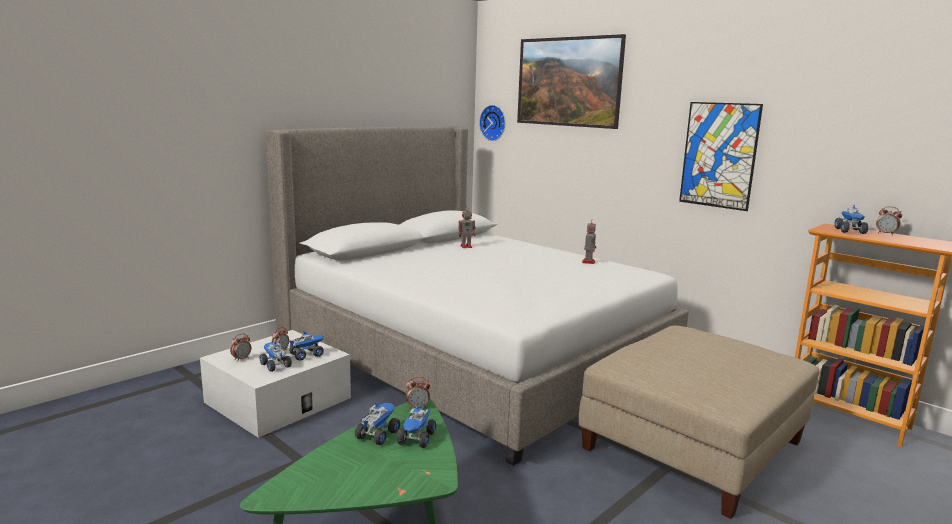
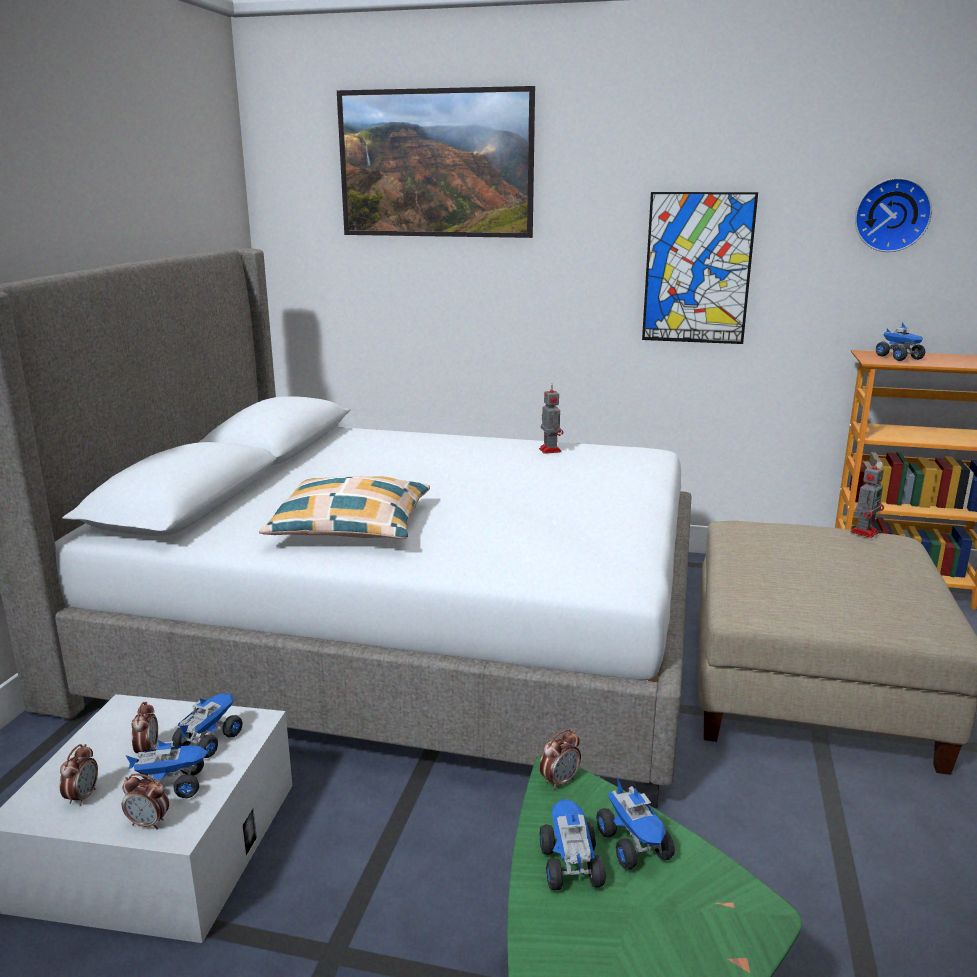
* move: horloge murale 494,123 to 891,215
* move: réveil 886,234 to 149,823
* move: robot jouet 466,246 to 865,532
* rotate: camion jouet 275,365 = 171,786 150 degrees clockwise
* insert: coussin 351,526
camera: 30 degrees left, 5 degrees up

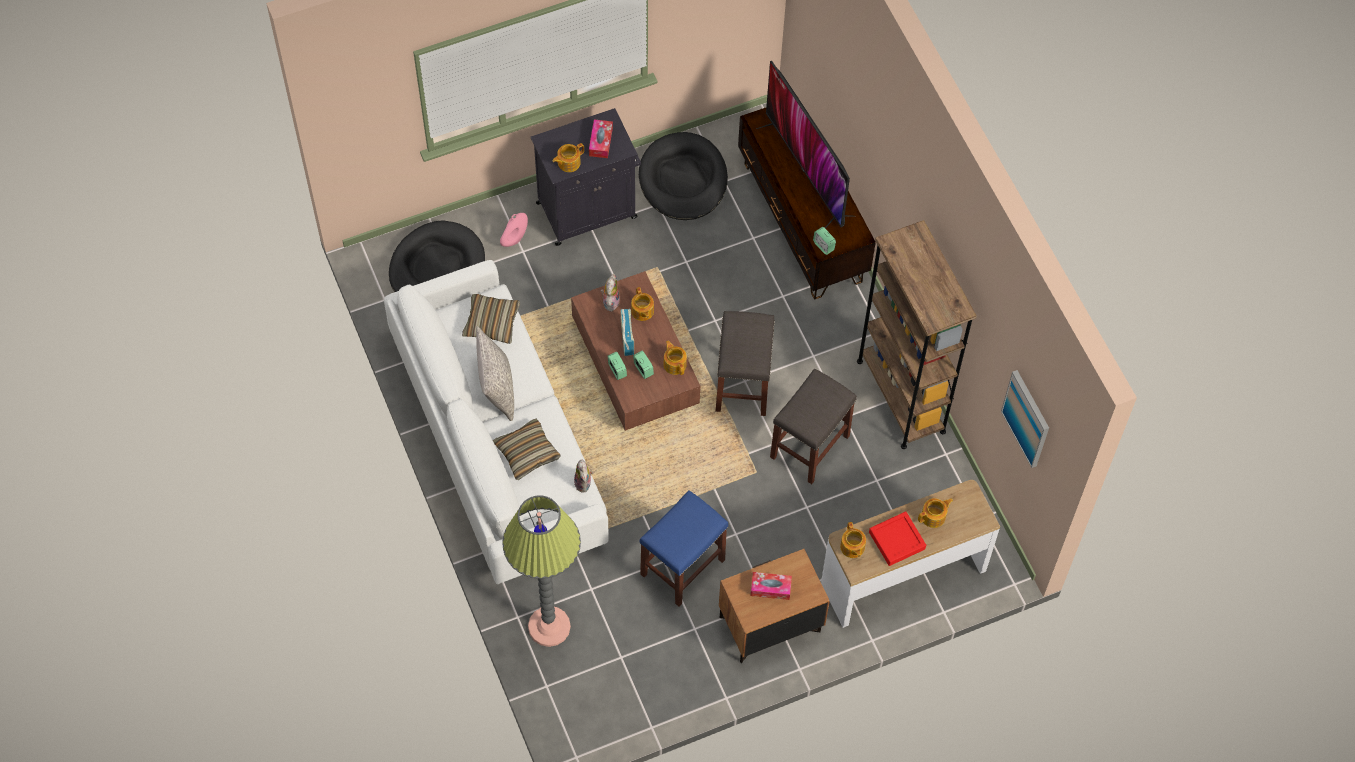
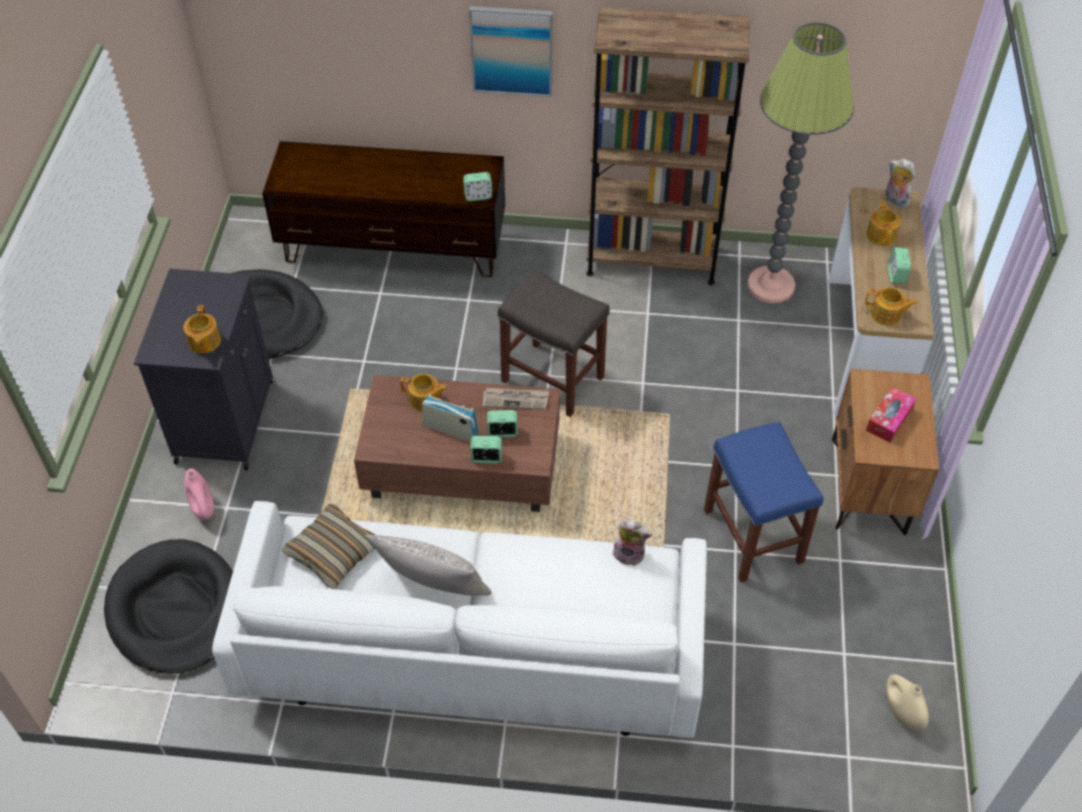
* delete: téléviseur 806,171
* delete: boîte à mouchoirs 600,142
* move: peluche 610,301 to 894,200
* replace: théière 675,364 to journal 515,399
* delete: tabouret [gris] 809,447
* move: tableau 1027,418 to 512,50
* delete: coussin 527,453
* move: lampadaire 549,627 to 771,285
* replace: plateau [rouge] 897,540 to réveil 896,275
* insert: vase [beige] 901,713
camera: 60 degrees left, 10 degrees down

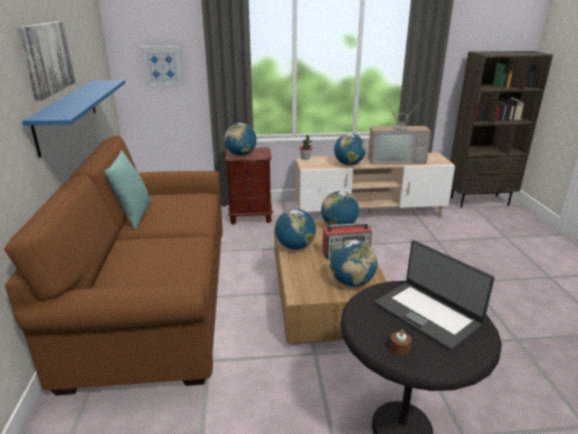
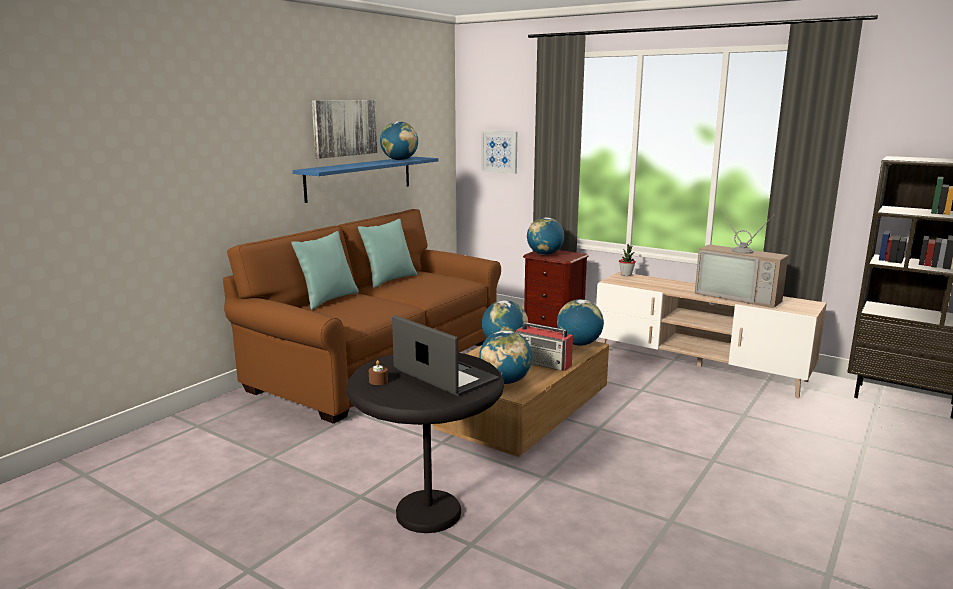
* move: globe 348,164 to 399,160
* rotate: ordinateur portable 427,313 = 444,375 135 degrees clockwise
* insert: coussin [turquoise] 328,300
camera: 40 degrees right, 10 degrees down

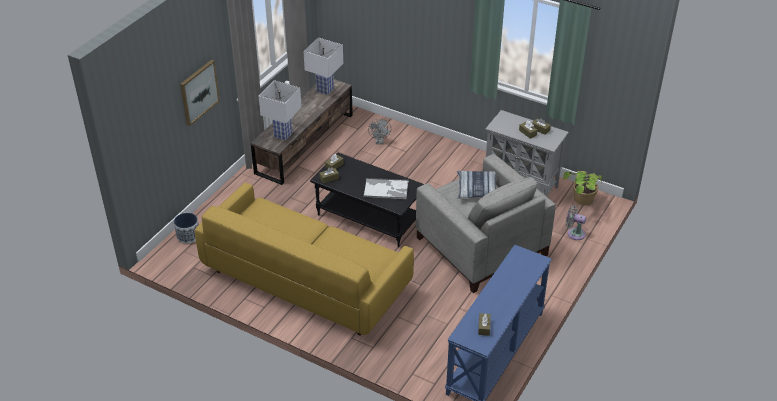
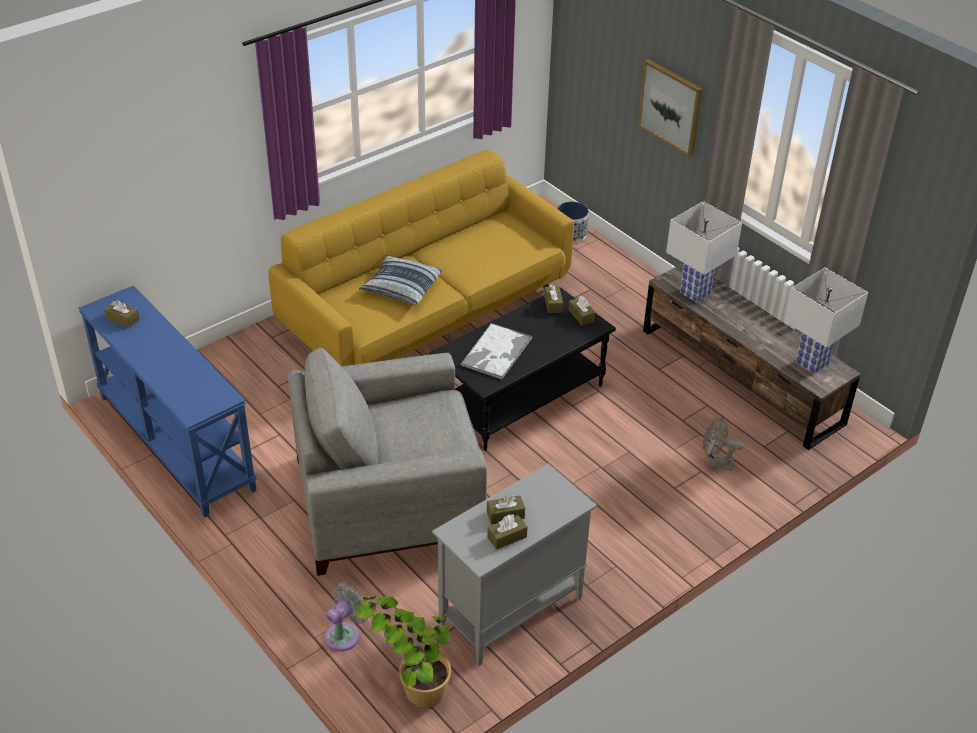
* move: coussin 477,189 to 401,287
camera: 110 degrees right, 0 degrees up

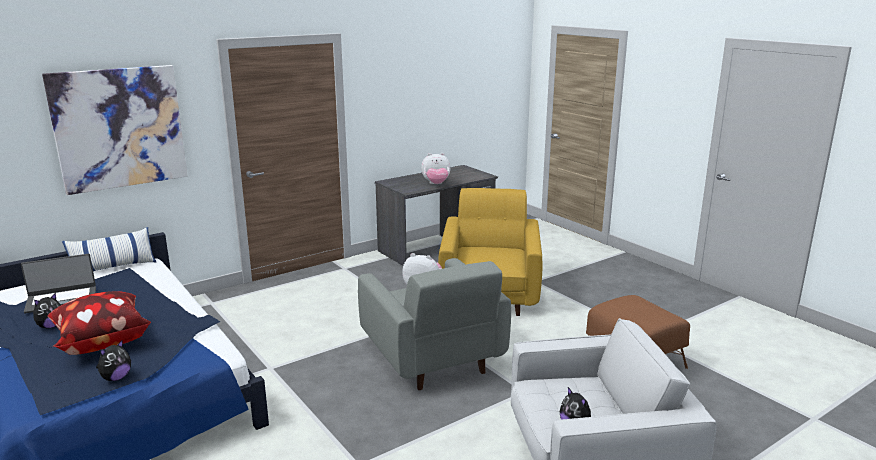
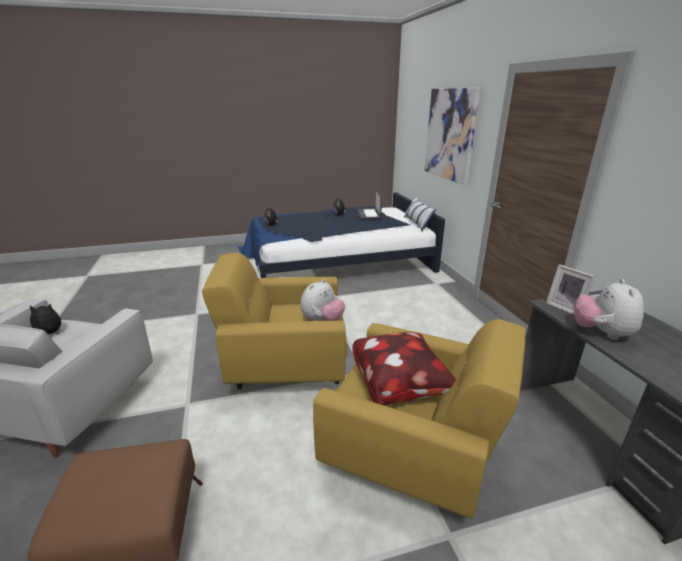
* recolor: fauteuil [gris] 432,358 to fauteuil [jaune] 285,364
* move: coussin 101,341 to 400,386
* insert: cadre photo 565,307
camera: 110 degrees right, 5 degrees up

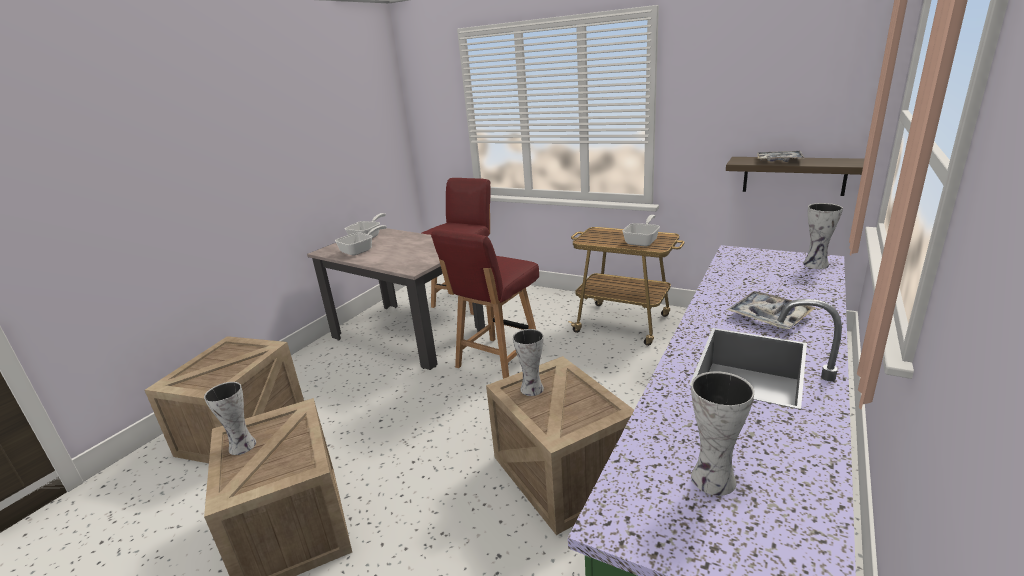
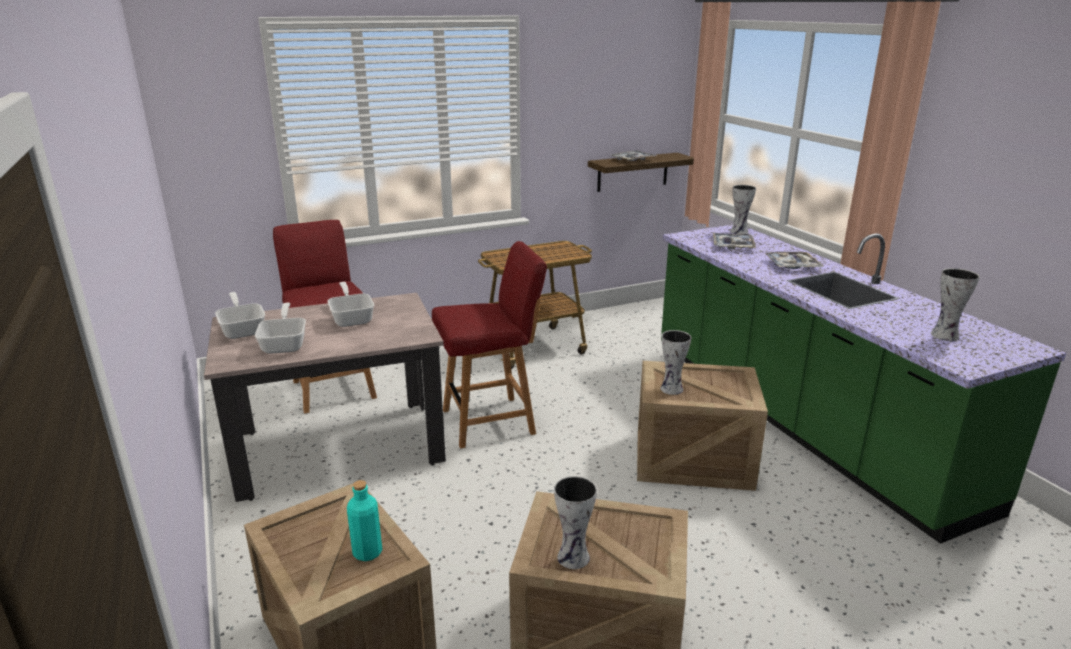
* move: poêle 643,241 to 352,318
* rotate: chaise [rouge] 497,360 = 491,421 90 degrees counterclockwise
* insert: plateau 733,246
* insert: bouteille [turquoise] 367,552
camera: 55 degrees left, 0 degrees up

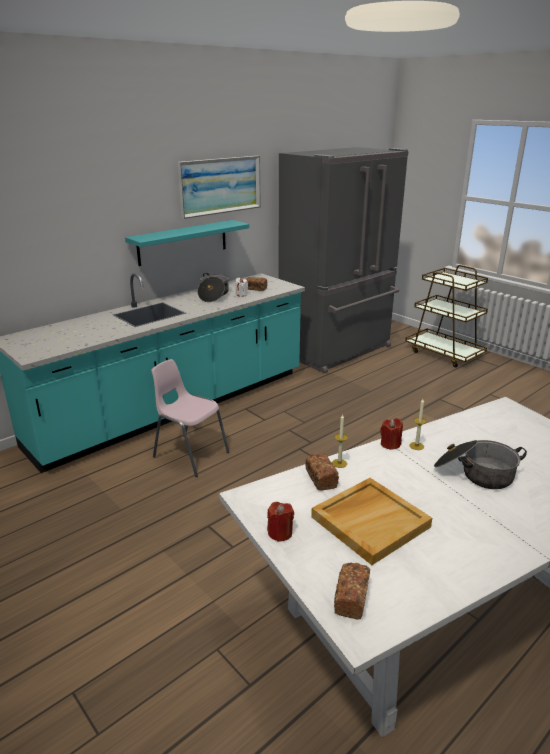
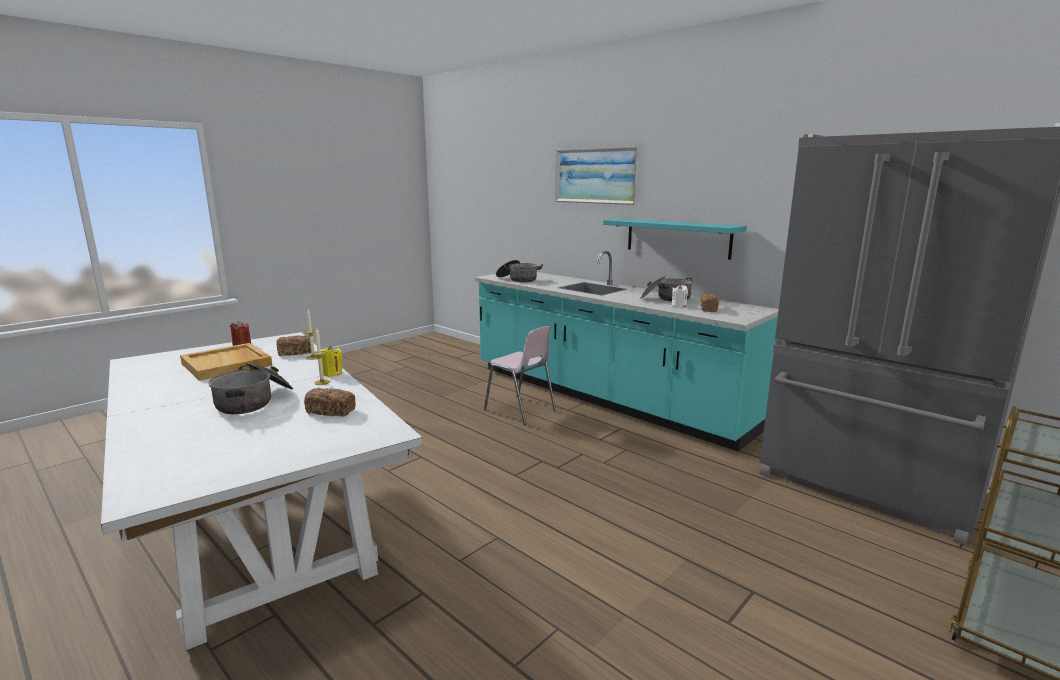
* move: tableau 220,185 to 595,176
* rotate: chaise [rose] 190,454 = 520,411 105 degrees clockwise
* recolor: bougie [rouge] 390,444 to bougie [jaune] 332,373
* move: pain 351,598 to 331,411
* insert: marmite 517,279
camera: 85 degrees right, 10 degrees down

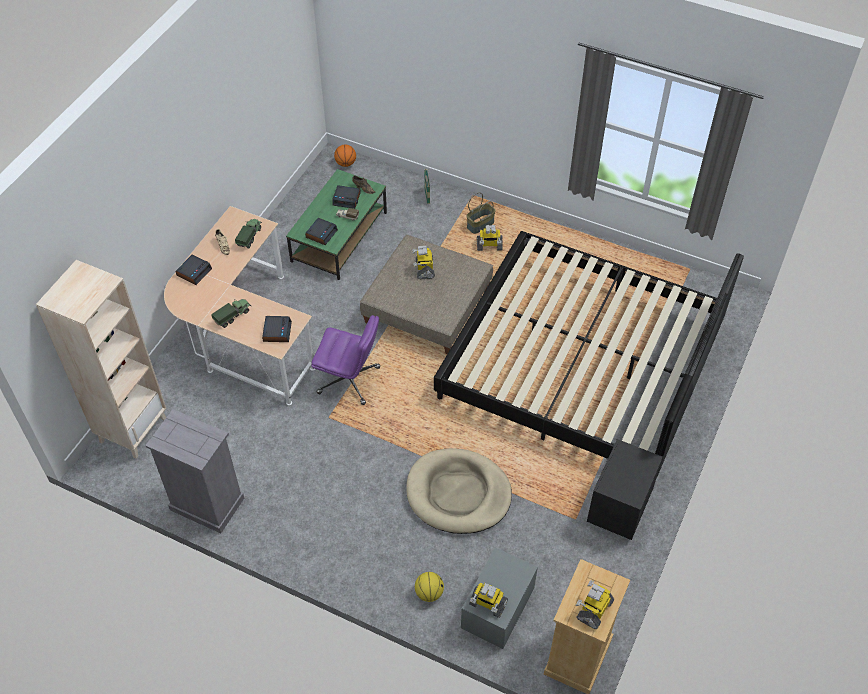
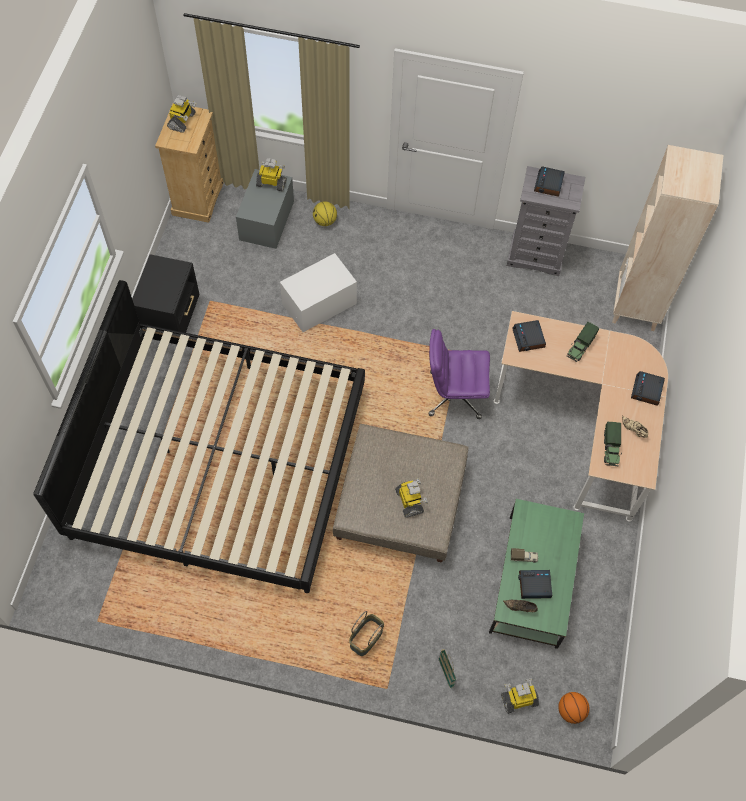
* move: réveil 321,233 to 549,184
* move: robot jouet 489,246 to 519,699
* replace: panier pour chien [beige] 458,493 to boîte de rangement [blanc] 319,304
camera: 165 degrees right, 10 degrees up

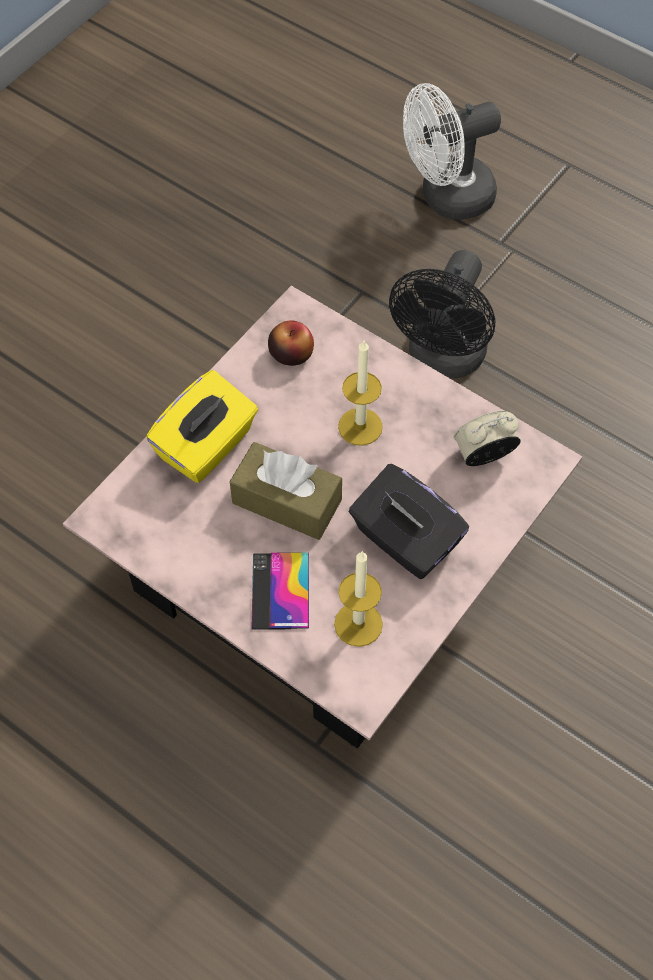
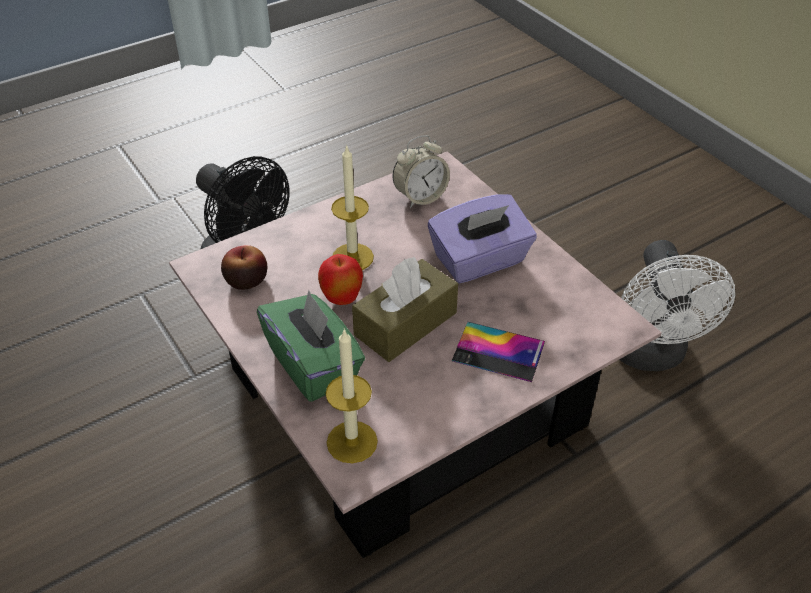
* move: ventilateur [blanc] 446,198 to 650,355
* recolor: boîte à mouchoirs [jaune] 207,446 to boîte à mouchoirs [vert] 314,365
* rotate: réveil 484,455 = 420,197 120 degrees counterclockwise
* recolor: boîte à mouchoirs [noir] 405,540 to boîte à mouchoirs [violet] 480,261
* move: bougie 358,624 to 352,442
* insert: pomme 342,300
camera: 70 degrees left, 15 degrees down

